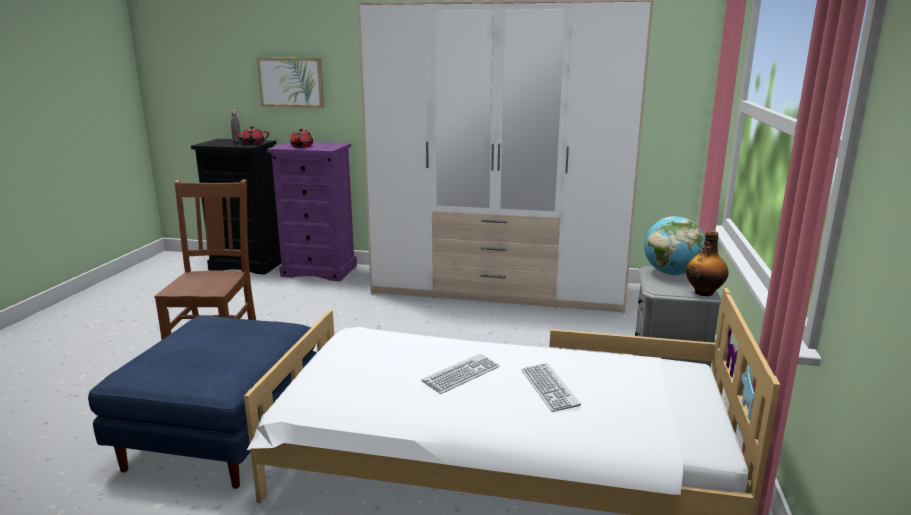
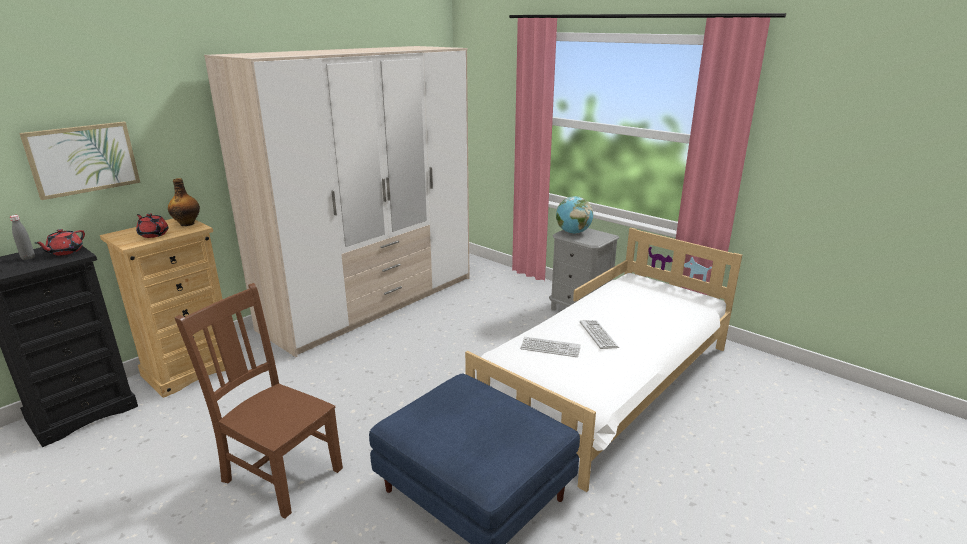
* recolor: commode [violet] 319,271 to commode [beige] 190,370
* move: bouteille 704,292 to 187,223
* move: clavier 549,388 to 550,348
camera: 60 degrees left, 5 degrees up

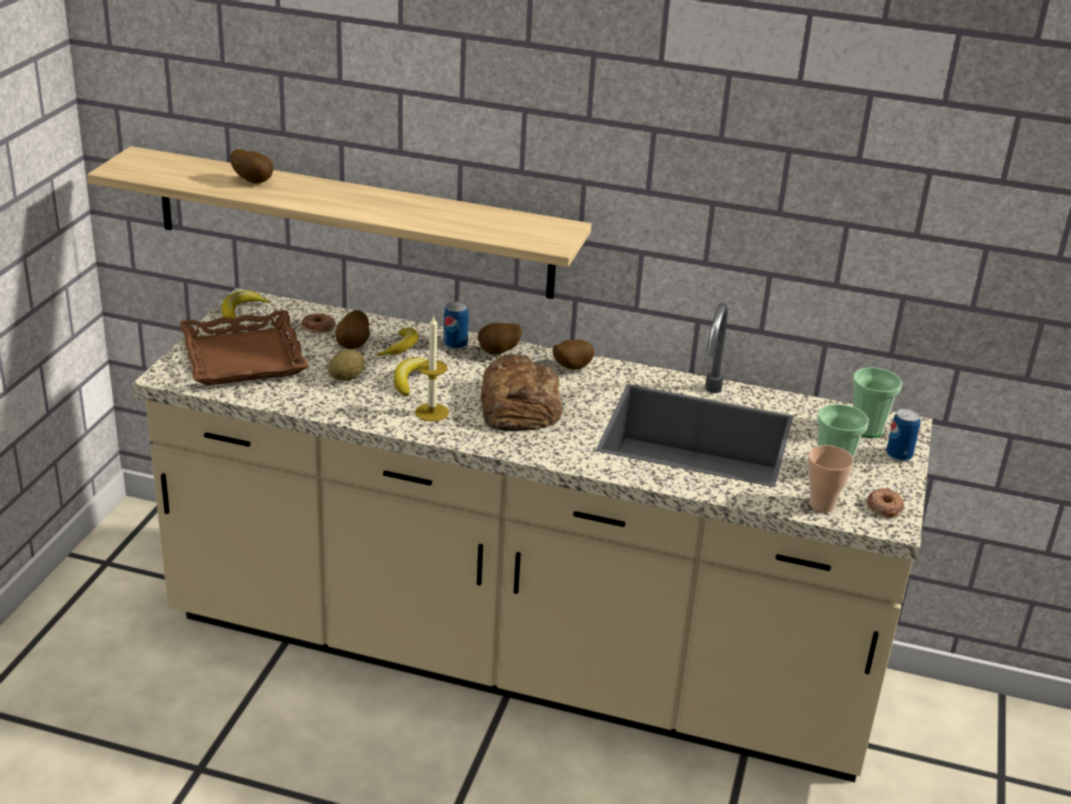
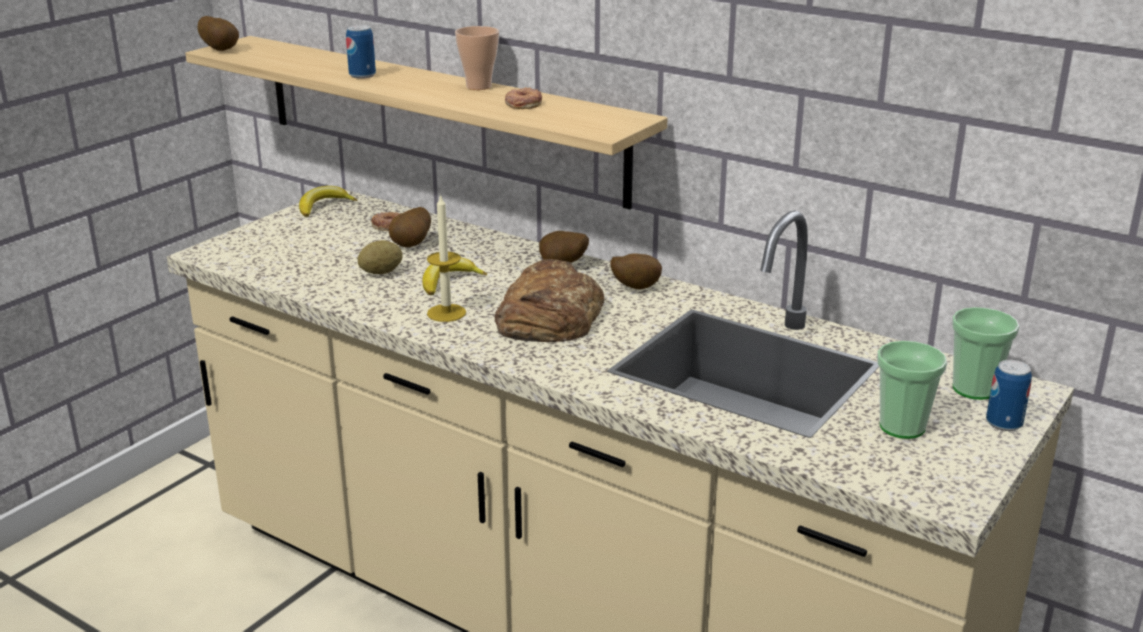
* move: pomme de terre 254,181 to 221,49
* move: boîte métallique 455,344 to 362,75
* delete: plateau [marron] 244,357
* delete: banane 401,348
* move: tasse 822,505 to 478,86
* move: beignet 884,507 to 523,104
camera: 20 degrees right, 5 degrees down

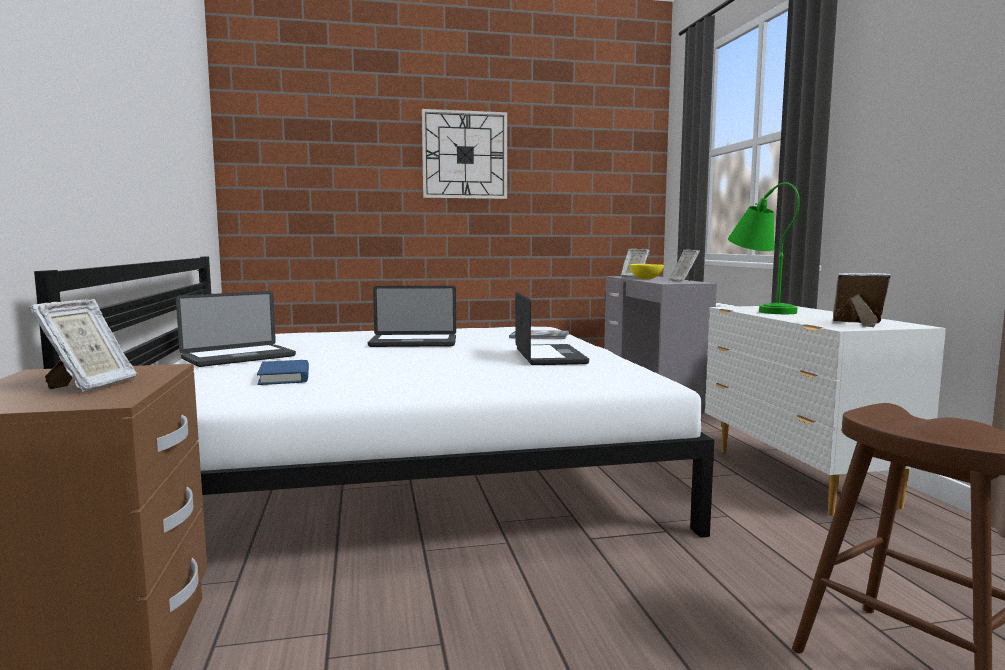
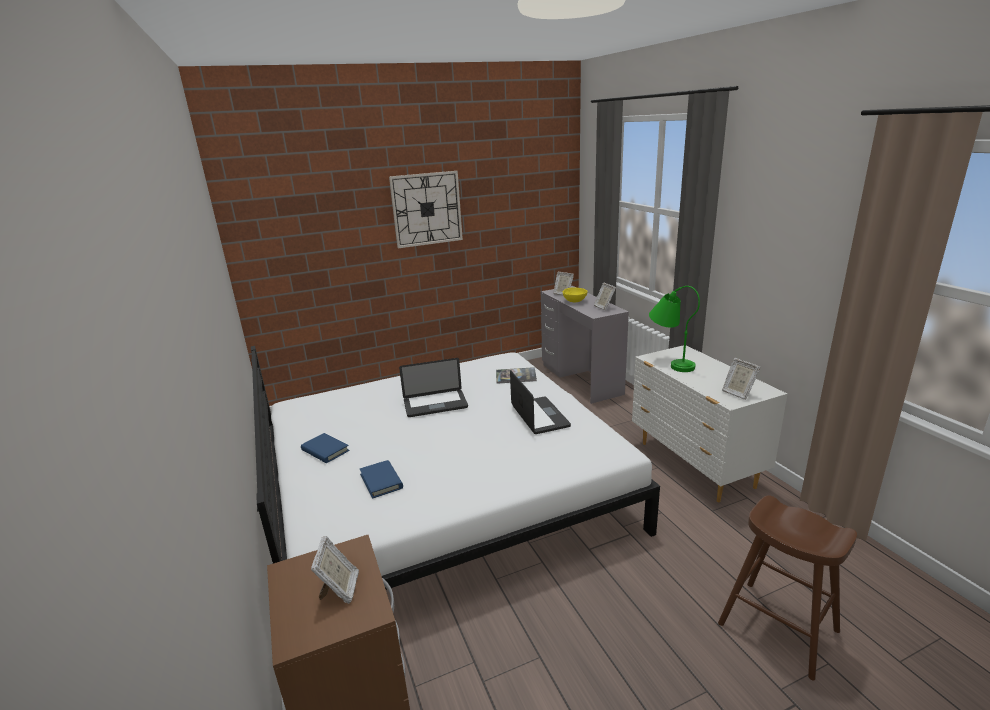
* rotate: cadre photo 858,324 = 737,393 135 degrees counterclockwise
* replace: ordinateur portable 239,357 to livre [bleu] 325,450
camera: 10 degrees left, 15 degrees up

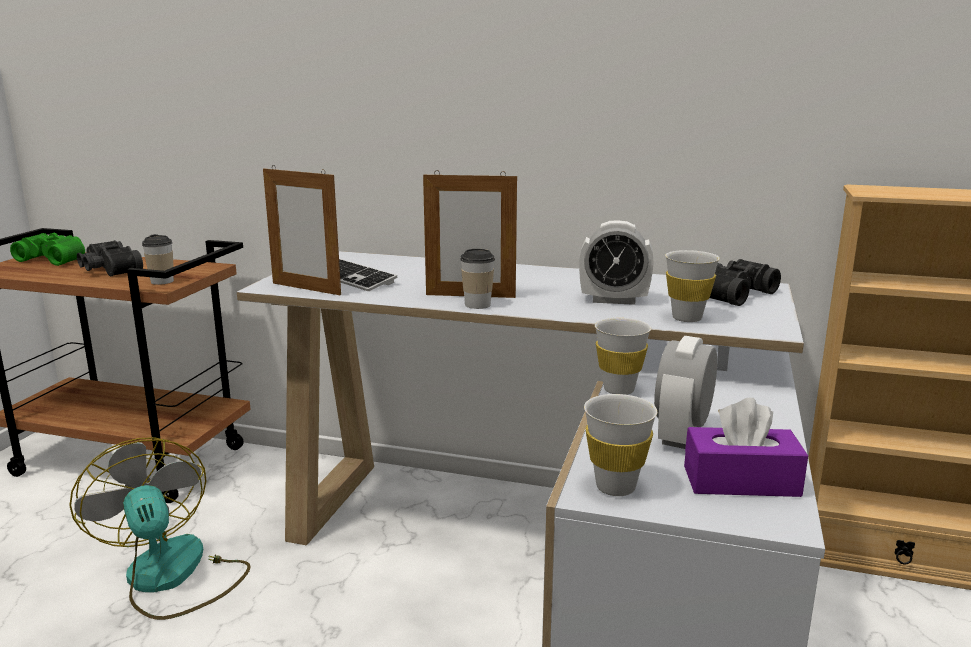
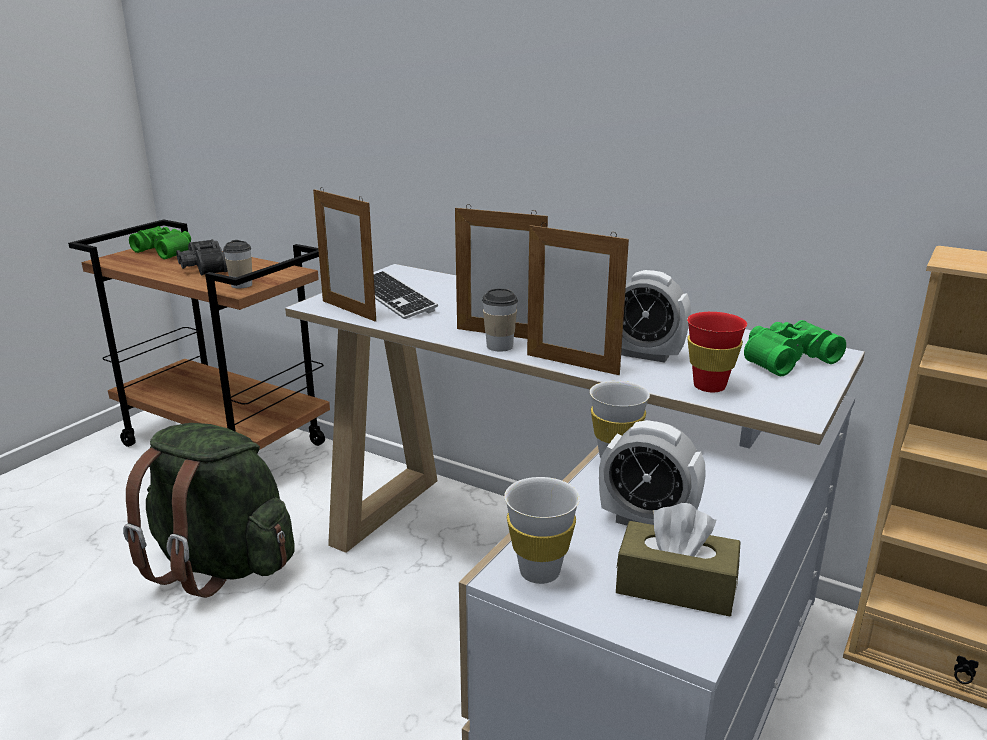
* recolor: tasse [blanc] 687,318 to tasse [rouge] 709,386
* recolor: jumelles [noir] 732,293 to jumelles [vert] 785,359
* rotate: réveil 682,435 = 647,522 105 degrees counterclockwise
* recolor: boîte à mouchoirs [violet] 741,481 to boîte à mouchoirs [marron] 675,587
* replace: ventilateur 172,577 to sac à dos [vert] 220,564
* insert: cadre photo 572,364
camera: 15 degrees right, 5 degrees up

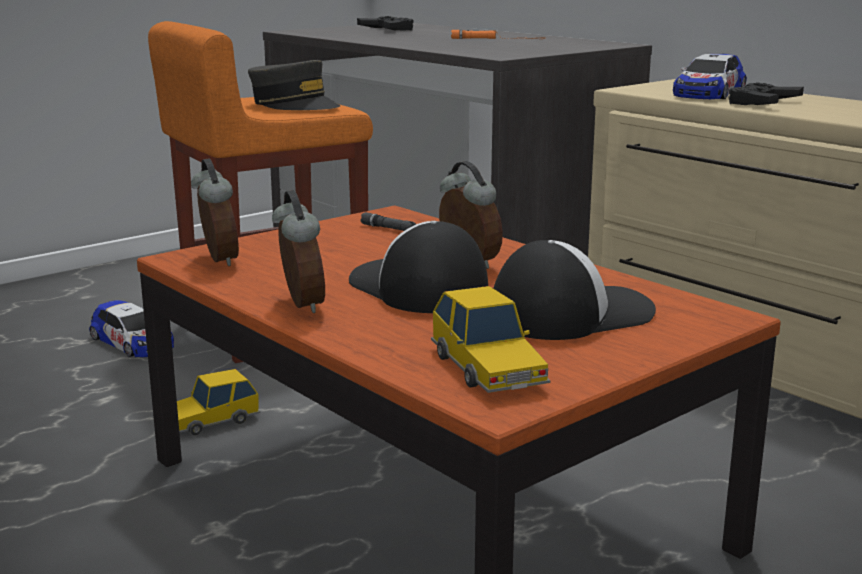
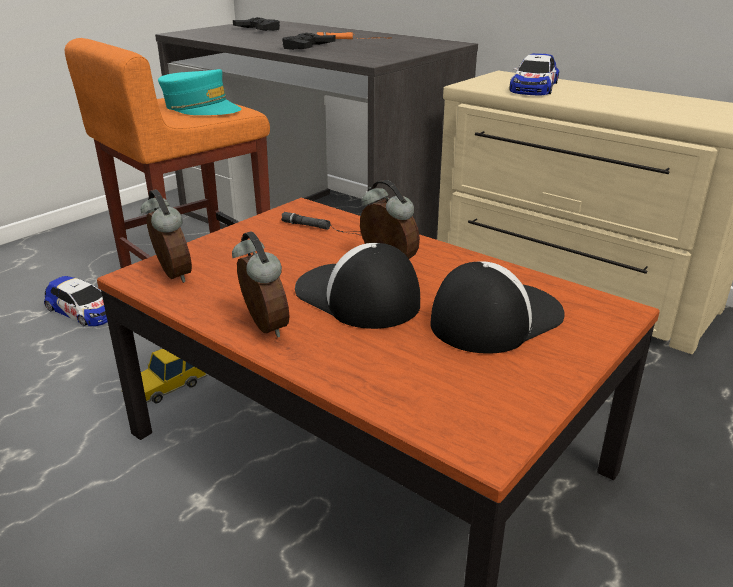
* recolor: casquette [gris] 294,105 to casquette [turquoise] 201,108
* move: manette [noir] 762,103 to 307,47
* delete: petite voiture 488,368
camera: 10 degrees left, 10 degrees up

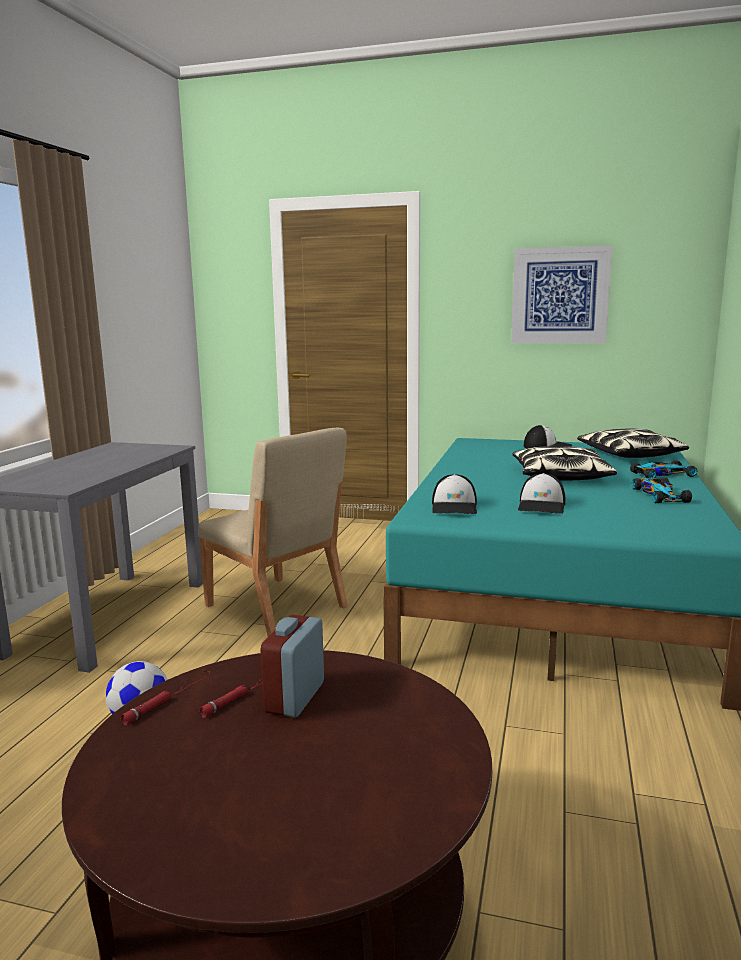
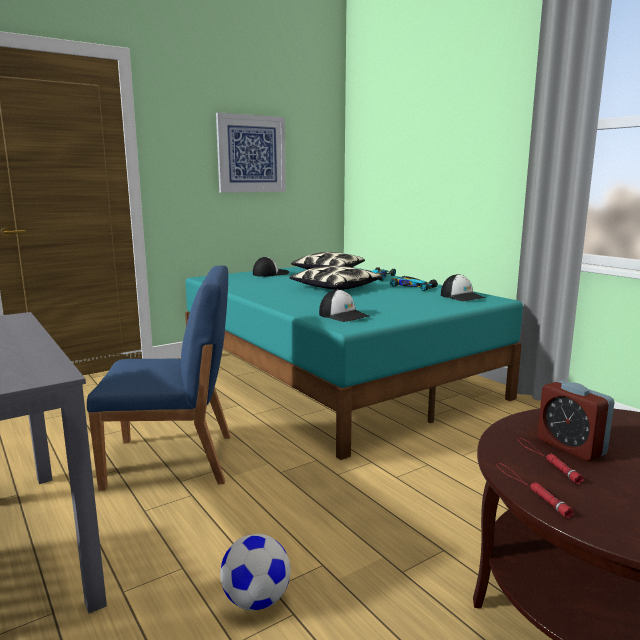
* recolor: chaise [beige] 276,607 to chaise [bleu] 173,461
* move: casquette 542,506 to 462,297
camera: 50 degrees left, 0 degrees up

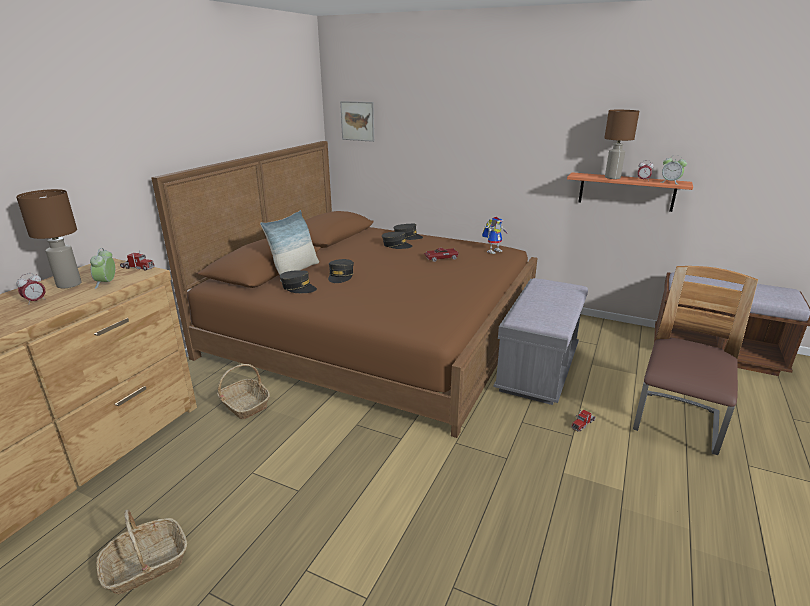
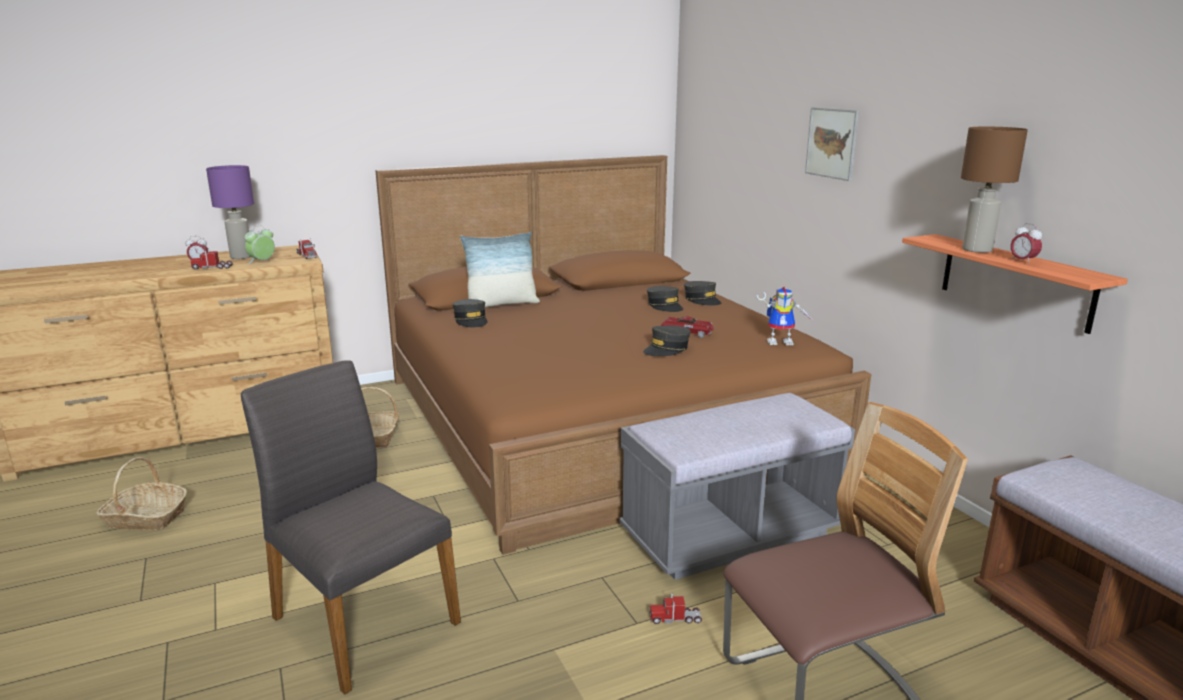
* move: tableau 357,121 to 832,143
* delete: réveil 670,182
* recolor: lampe de table [marron] 68,284 to lampe de table [violet] 241,257
* move: casquette [gris] 341,276 to 667,349
* insert: camion jouet 212,267
* insert: chaise [gris] 362,620
camera: 40 degrees right, 5 degrees down

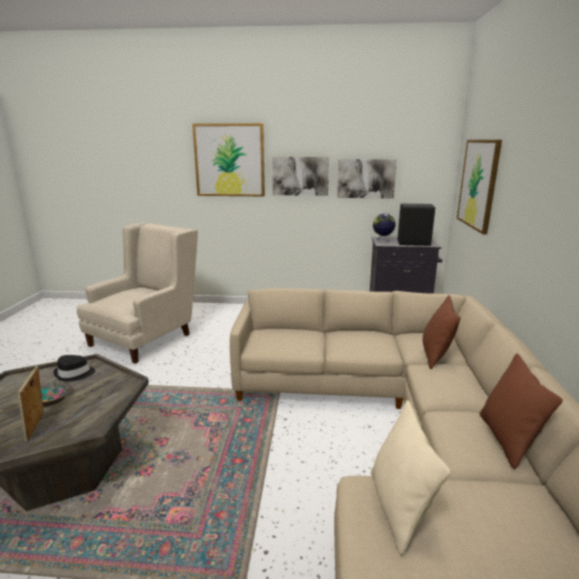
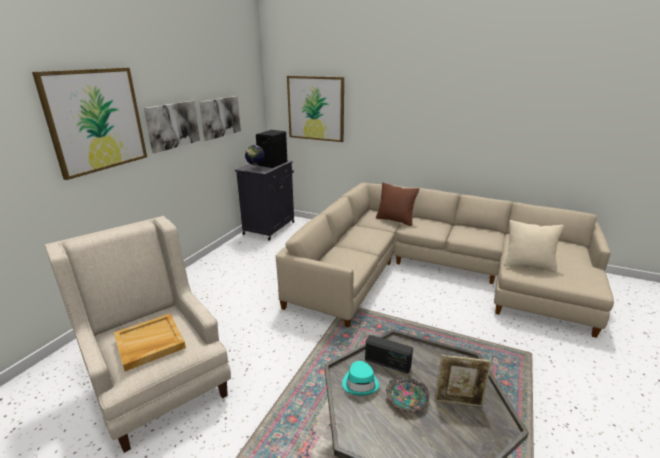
* delete: coussin [marron] 507,440
* recolor: chapeau [noir] 74,374 to chapeau [turquoise] 360,383
* insert: plateau [beige] 149,343
* insert: radio 387,363
camera: 70 degrees left, 5 degrees up

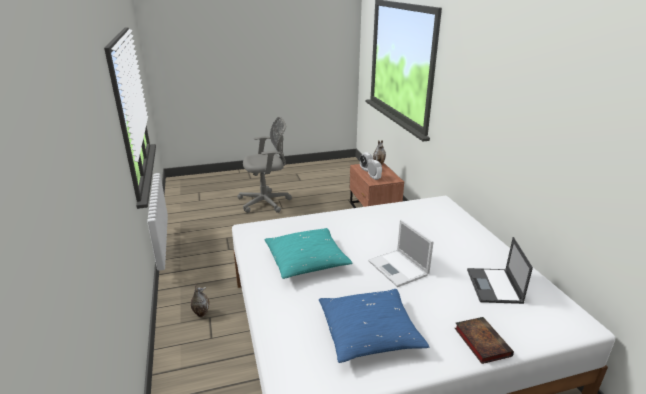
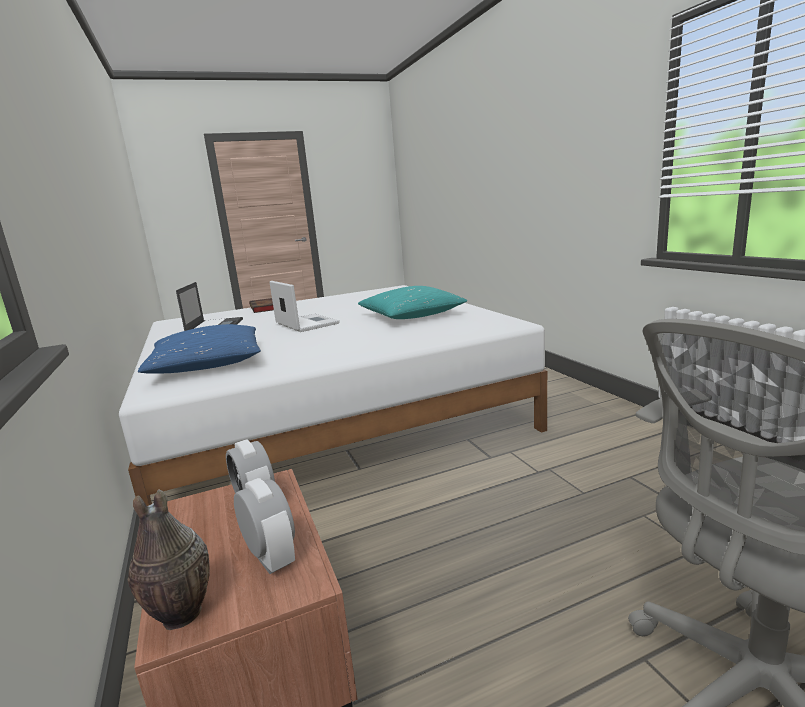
* delete: vase 201,314
* move: coussin [bleu] 369,333 to 207,364
camera: 175 degrees right, 10 degrees down

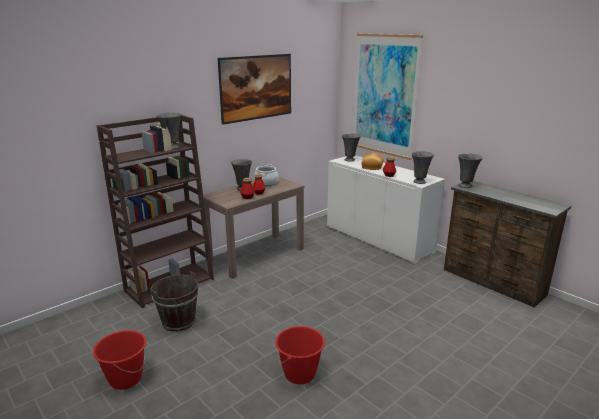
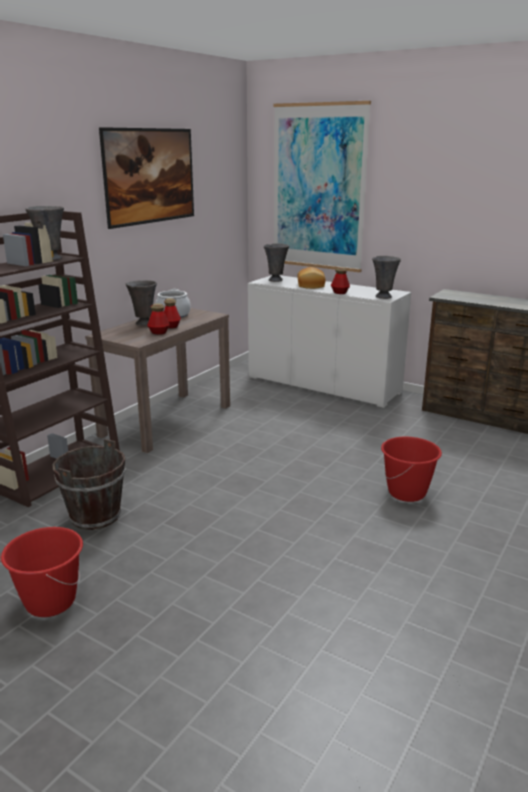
* delete: vase [gris] 466,186
* move: seau [rouge] 300,374 to 407,492
camera: 15 degrees left, 0 degrees up

